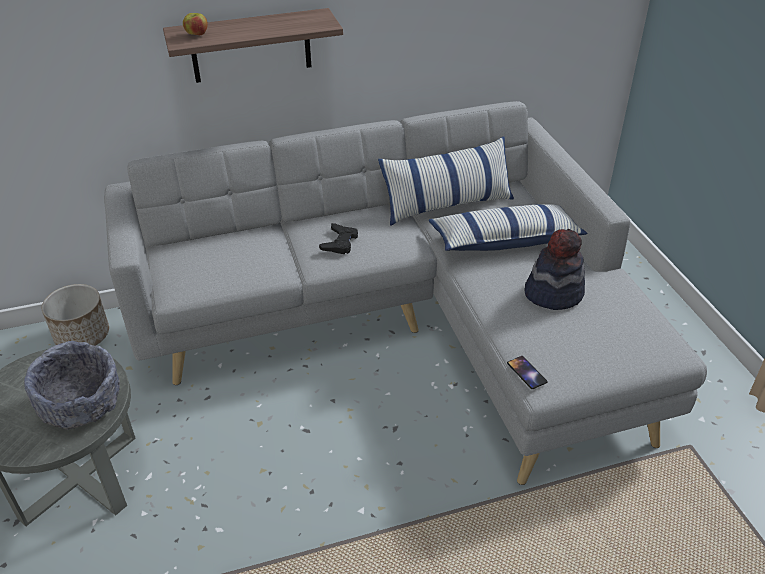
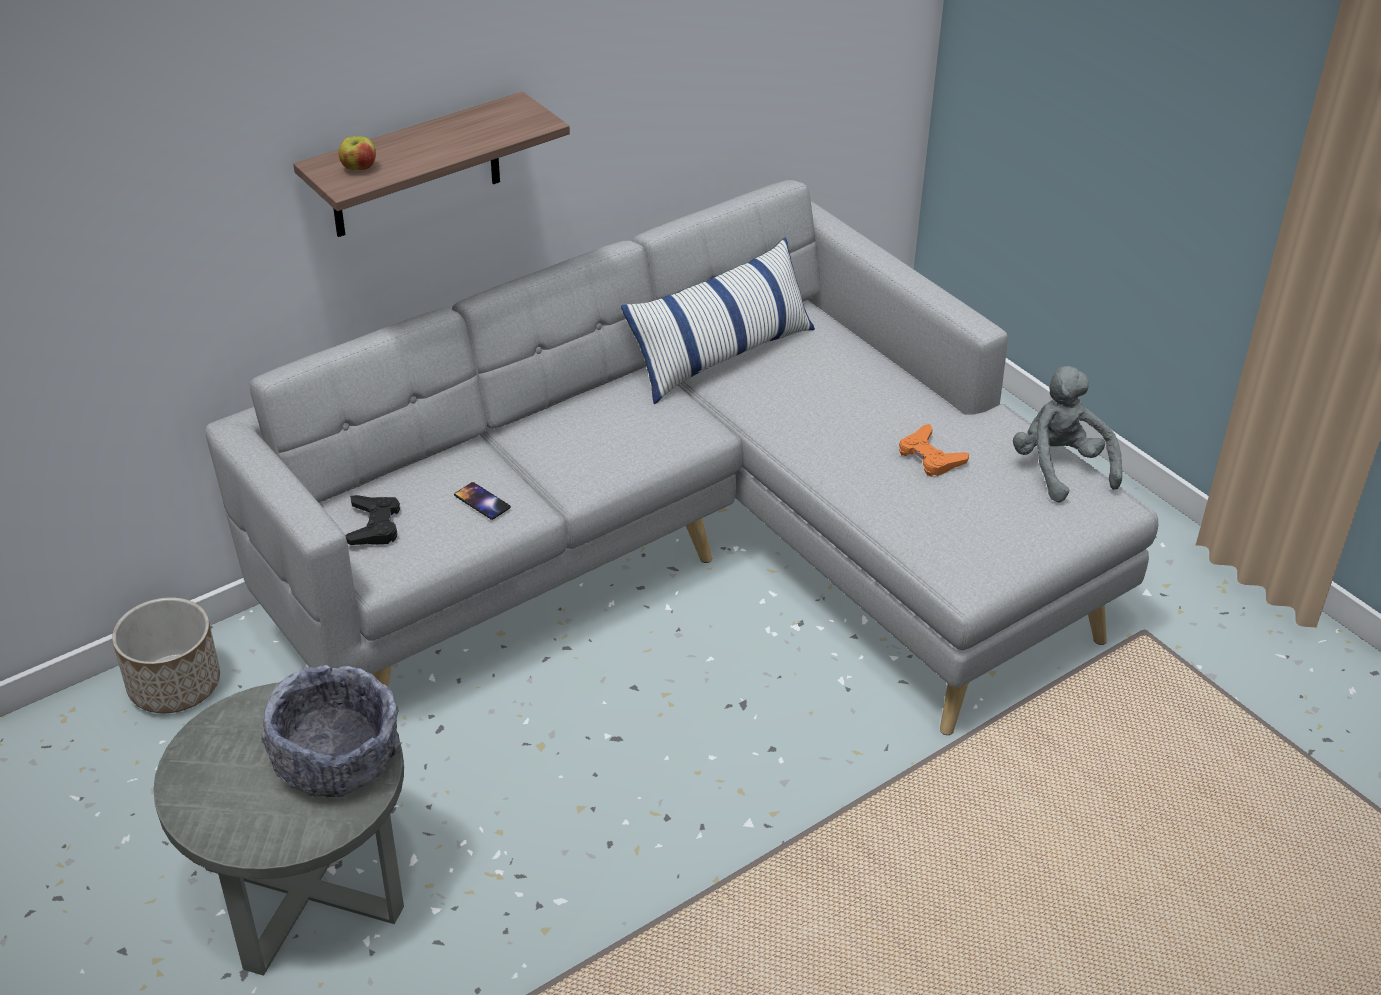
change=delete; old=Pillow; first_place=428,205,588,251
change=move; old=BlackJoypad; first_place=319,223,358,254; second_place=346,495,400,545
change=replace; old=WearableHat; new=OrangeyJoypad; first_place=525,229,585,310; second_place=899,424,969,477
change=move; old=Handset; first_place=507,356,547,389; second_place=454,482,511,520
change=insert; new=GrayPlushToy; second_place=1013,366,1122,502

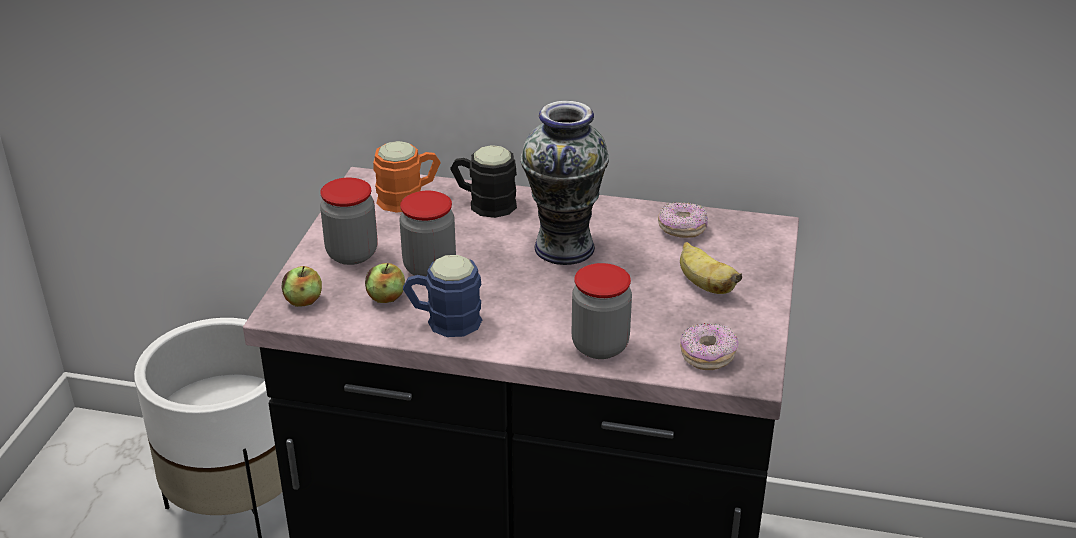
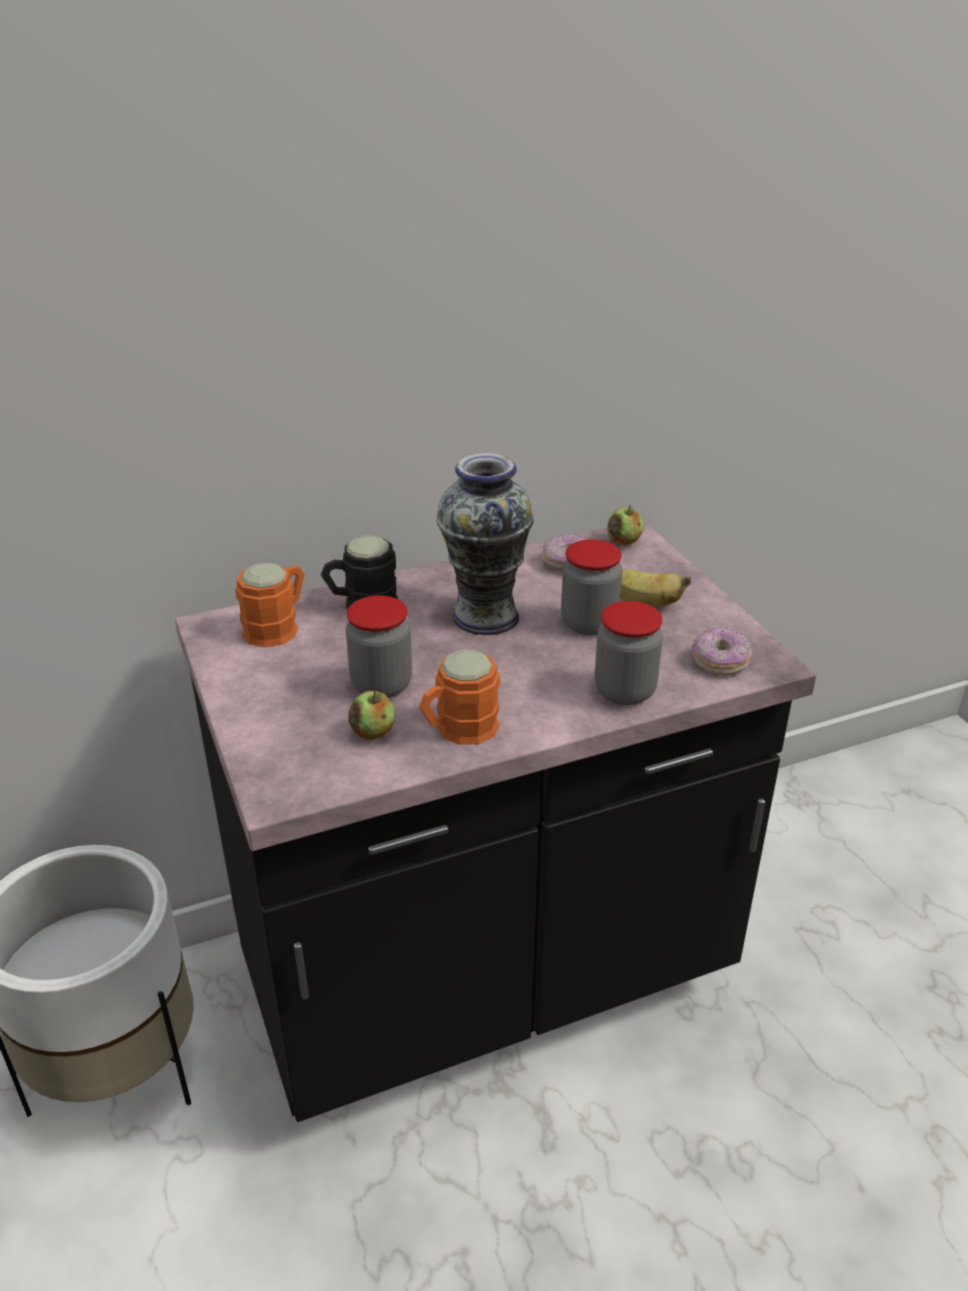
change=move; old=Jar; first_place=320,178,378,265; second_place=561,539,622,635
change=recolor; old=BluishMug; new=OrangeyMug; first_place=403,255,482,337; second_place=419,650,500,745
change=move; old=WholeApple; first_place=282,266,322,307; second_place=607,505,644,545

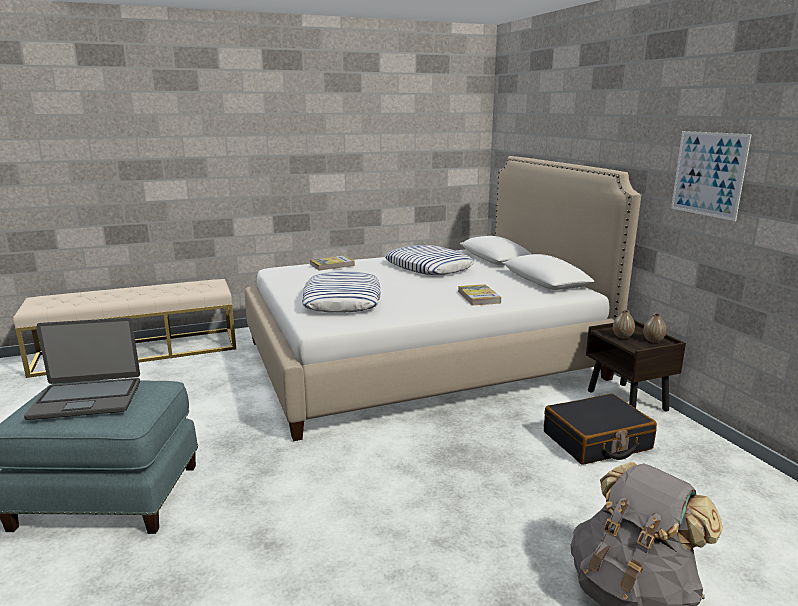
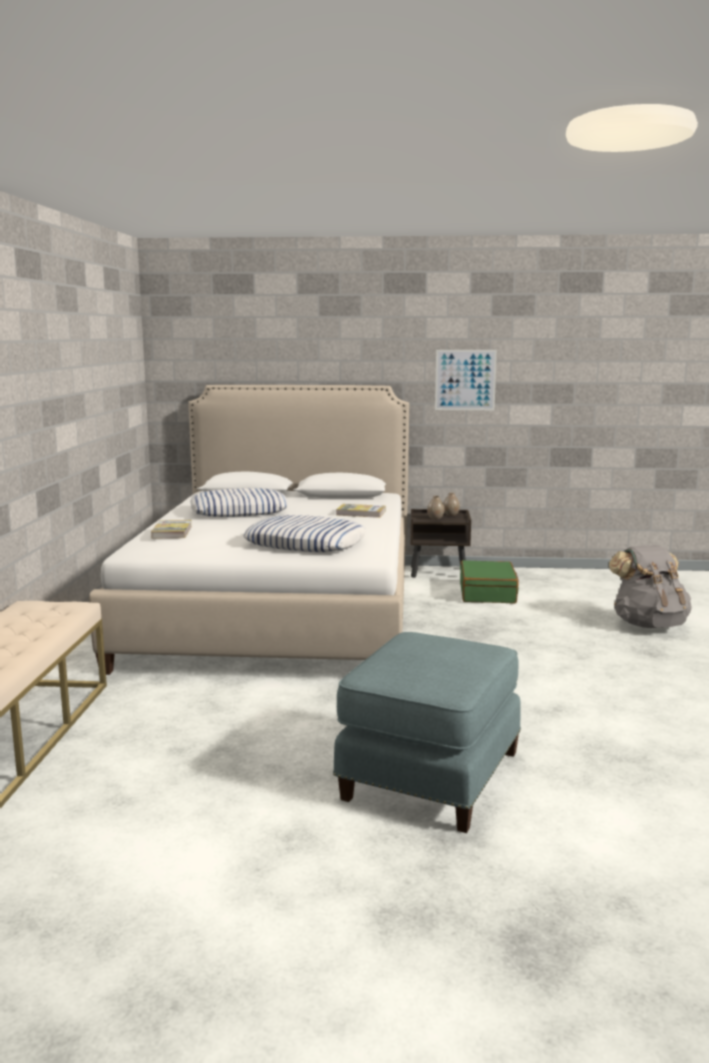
change=delete; old=PortableComputer; first_place=24,317,140,420
change=recolor; old=BlackPieceOfLuggage; new=GreenishPieceOfLuggage; first_place=544,394,657,465; second_place=460,560,519,603

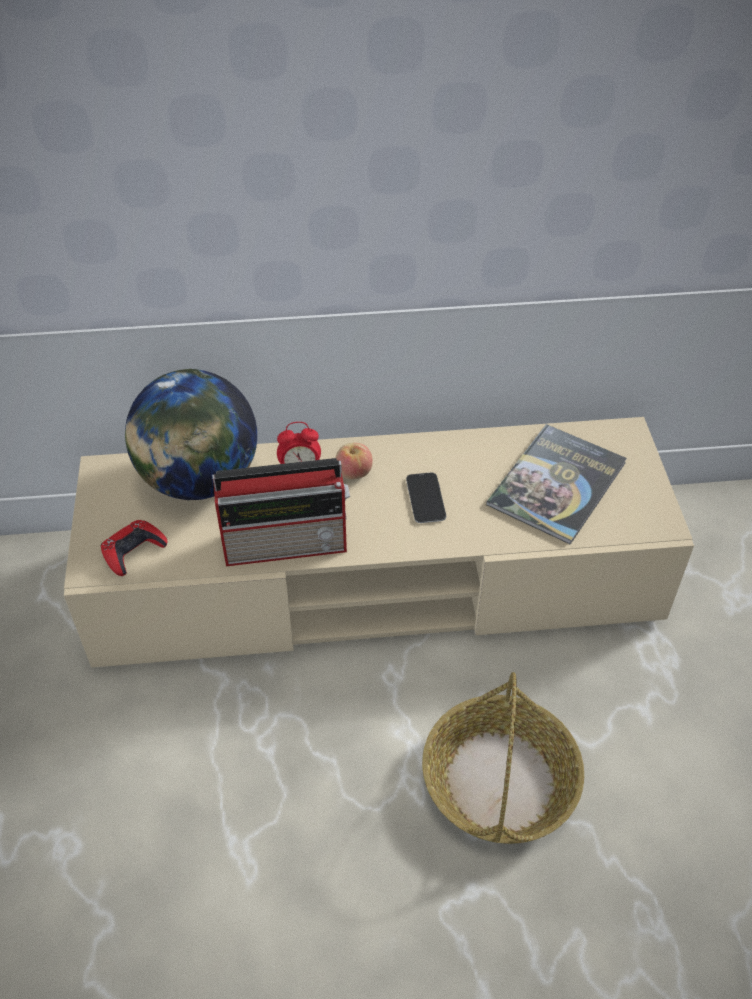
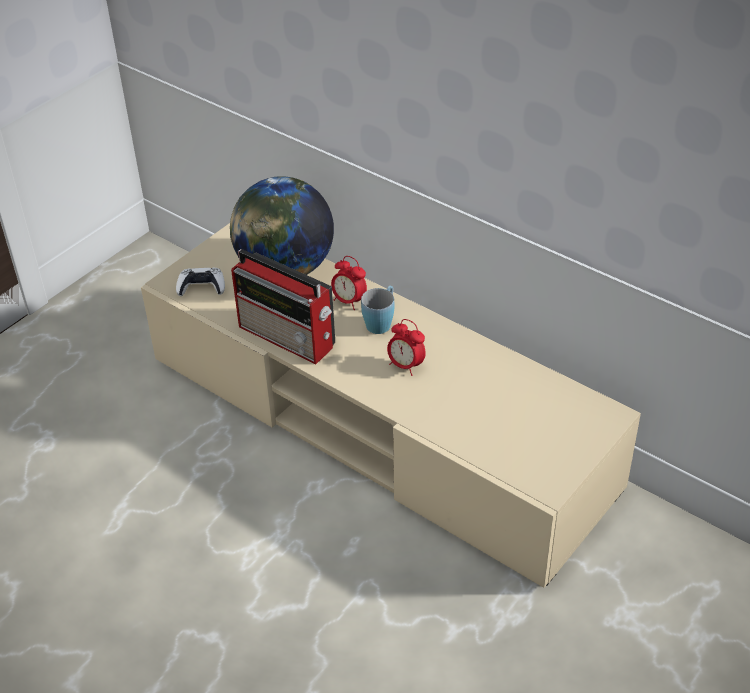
change=delete; old=Volume; first_place=486,424,627,545
change=replace; old=WholeApple; new=BluishMug; first_place=336,442,373,479; second_place=361,286,394,334
change=replace; old=Handset; new=BedsideClock; first_place=406,473,446,523; second_place=387,319,426,376
change=recolor; old=RedJoypad; new=WhiteJoypad; first_place=101,520,168,576; second_place=176,268,225,296
change=delete; old=HouseholdBasket; first_place=422,672,584,844

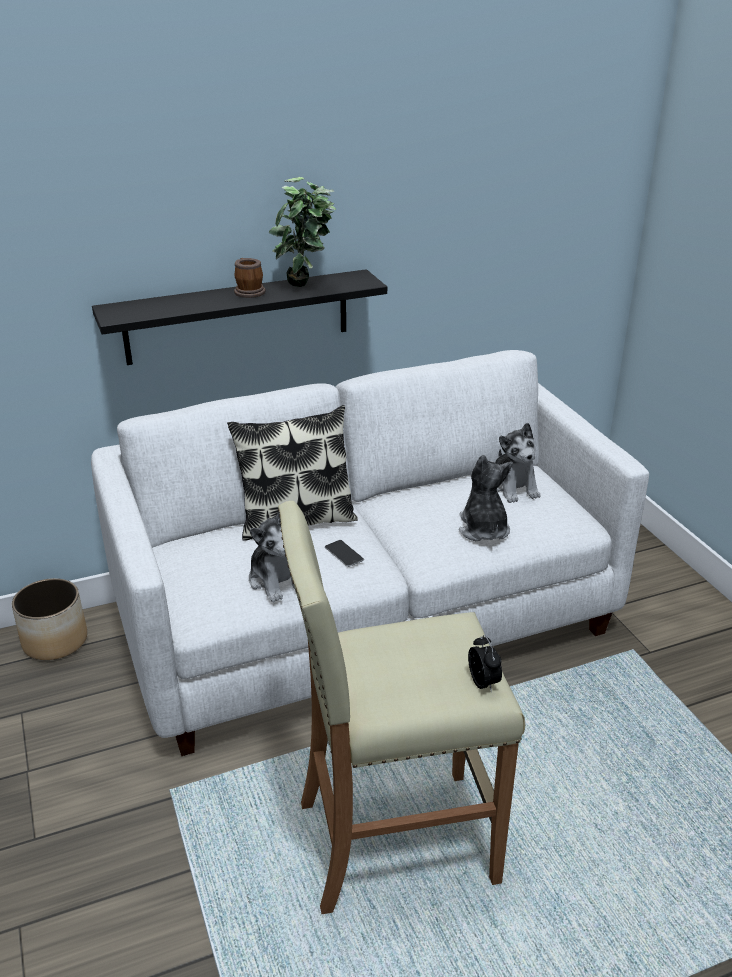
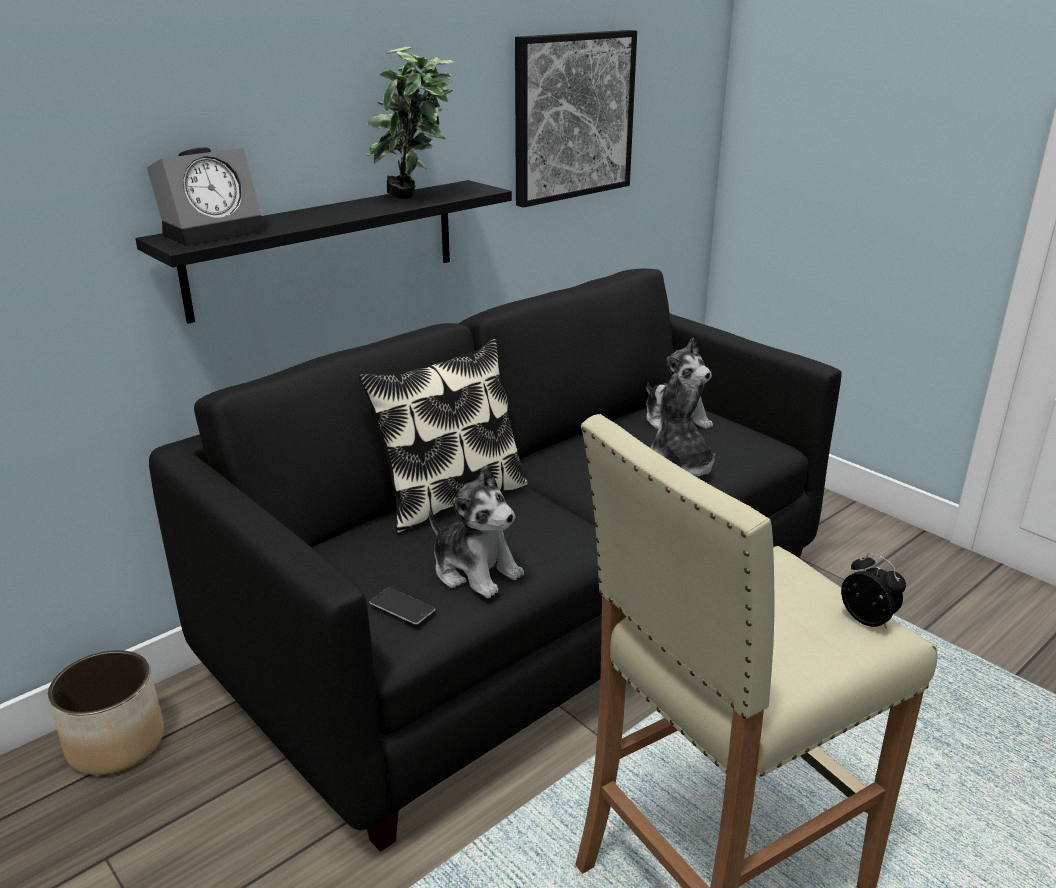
change=delete; old=Mug; first_place=234,258,265,298
change=recolor; old=WhiteCouch; new=BlackCouch; first_place=91,350,649,756; second_place=149,269,841,852
change=move; old=Handset; first_place=325,540,364,567; second_place=369,588,436,625
change=insert; new=Picture; second_place=515,30,637,208
change=insert; new=BedsideClock; second_place=147,147,265,246

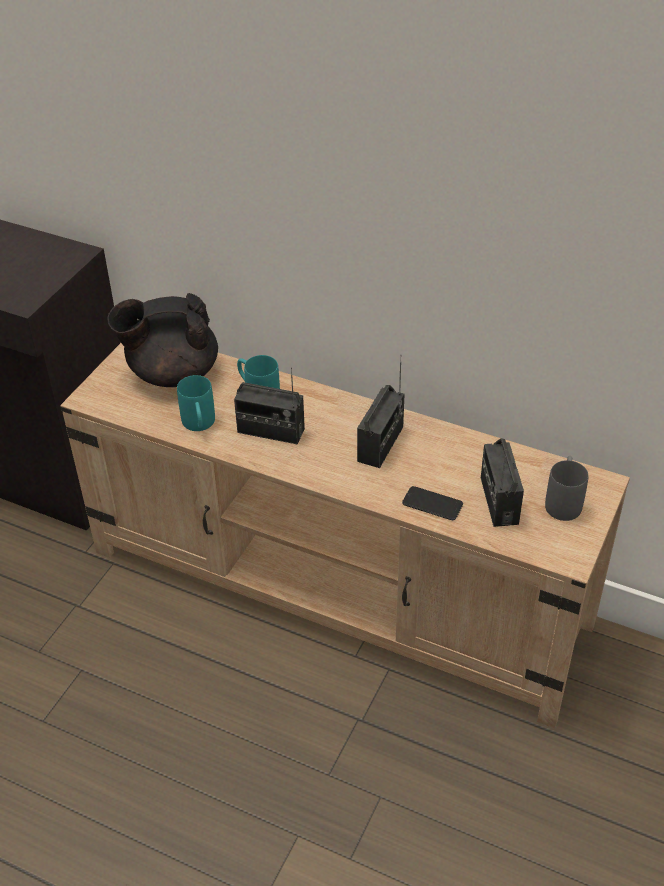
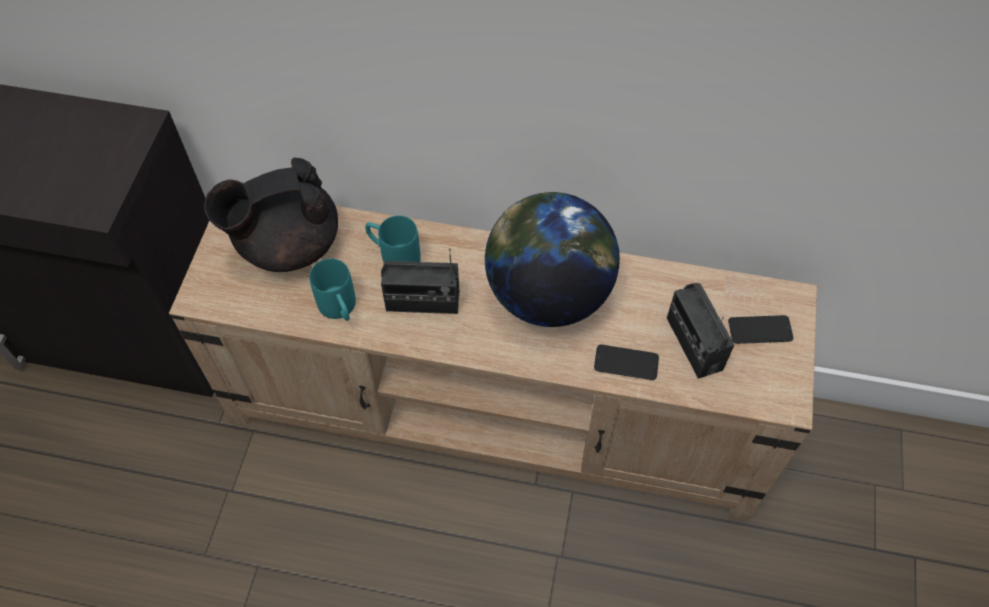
change=replace; old=RadioReceiver; new=Globe; first_place=357,355,405,468; second_place=485,192,620,327
change=replace; old=GrayMug; new=Handset; first_place=545,456,589,521; second_place=728,315,793,344

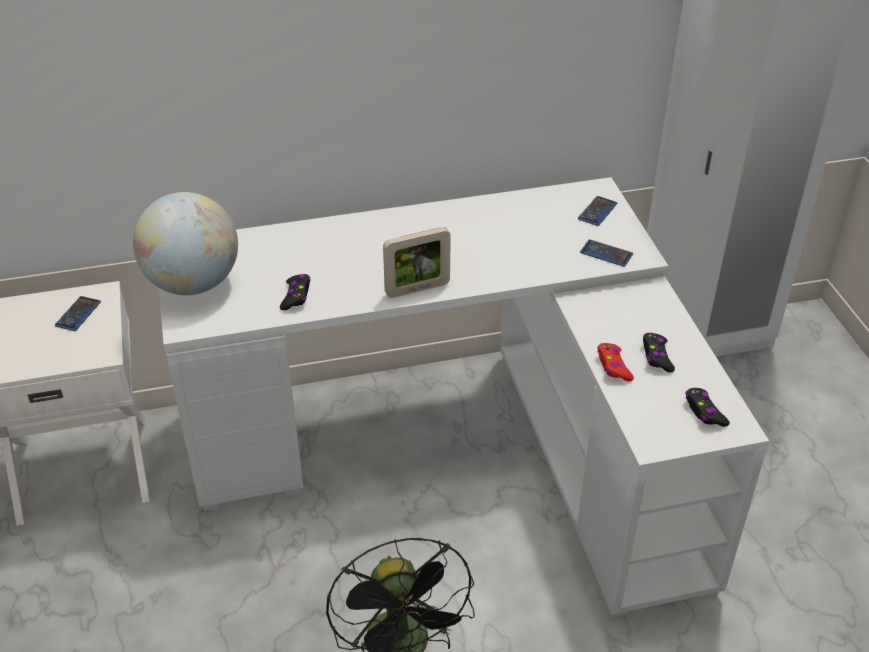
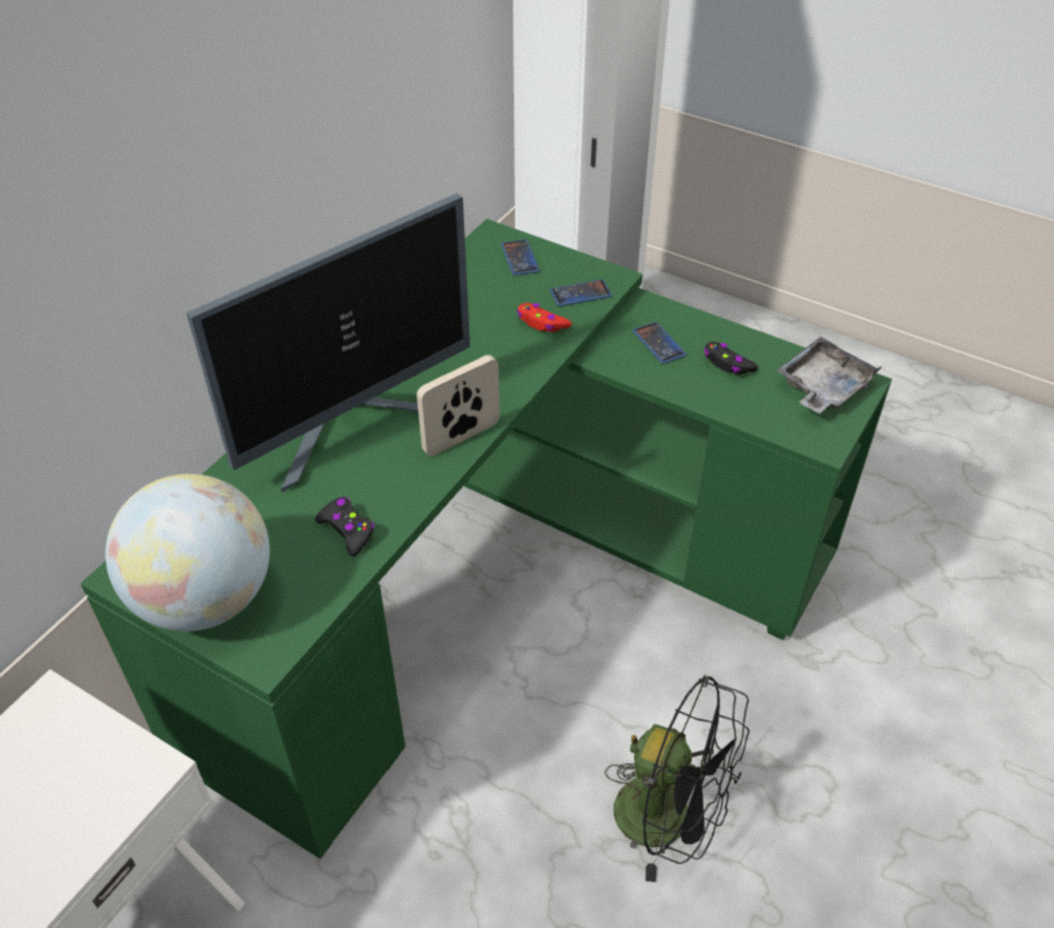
change=recolor; old=WhiteDeskUnit; new=GreenishDeskUnit; first_place=159,177,769,618; second_place=80,219,892,859
change=rotate; old=StandingFrame; first_place=383,227,451,298; second_place=417,355,500,457; degrees=-150
change=move; old=Handset; first_place=55,296,101,331; second_place=633,322,687,364
change=move; old=RedJoypad; first_place=597,343,634,381; second_place=517,303,572,332
change=replace; old=BlackJoypad; new=GrayTray; first_place=686,388,730,427; second_place=776,337,881,414
change=insert; new=ComputerScreen; second_place=187,194,470,492

